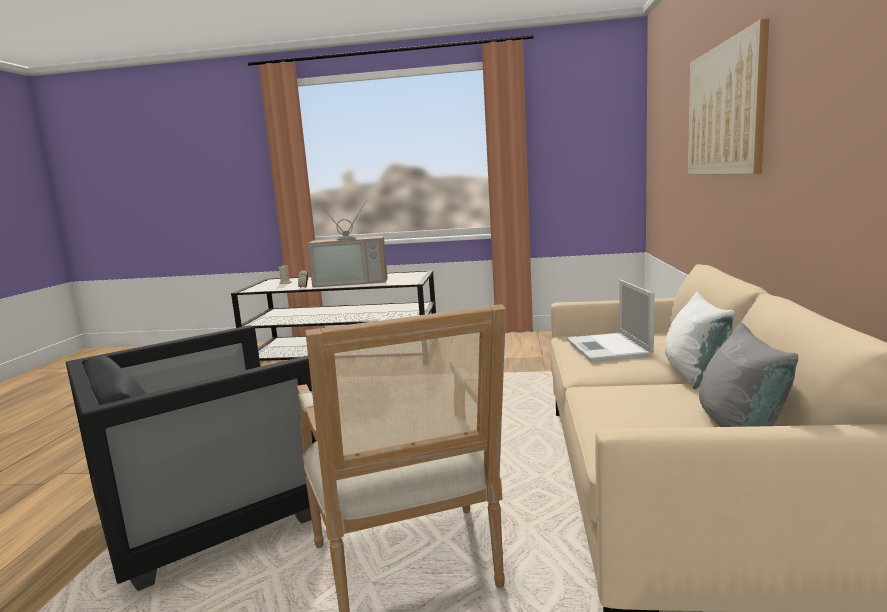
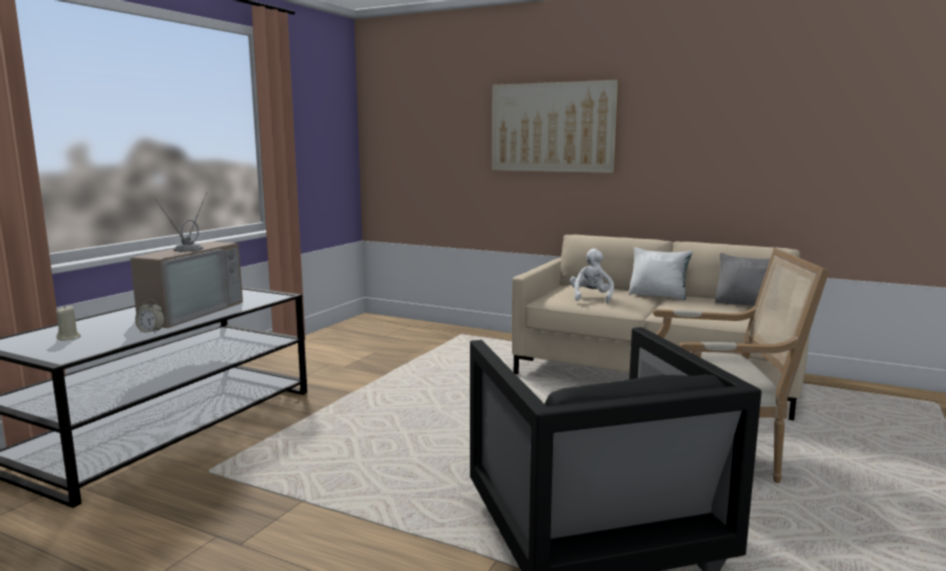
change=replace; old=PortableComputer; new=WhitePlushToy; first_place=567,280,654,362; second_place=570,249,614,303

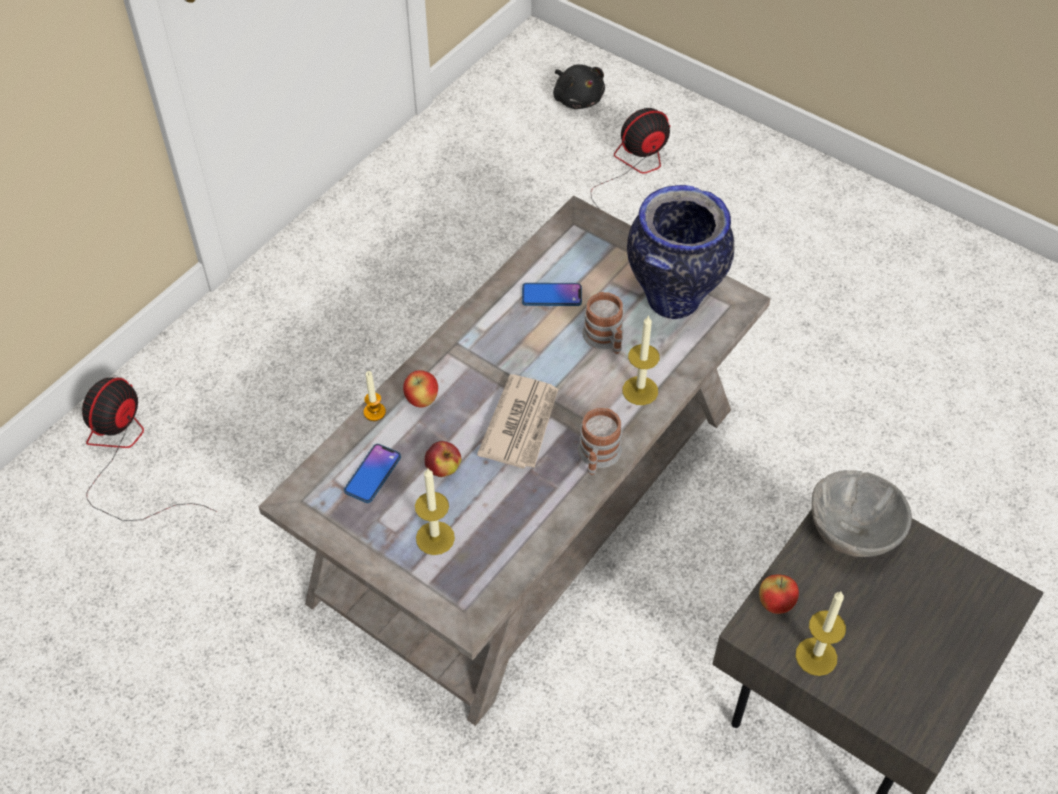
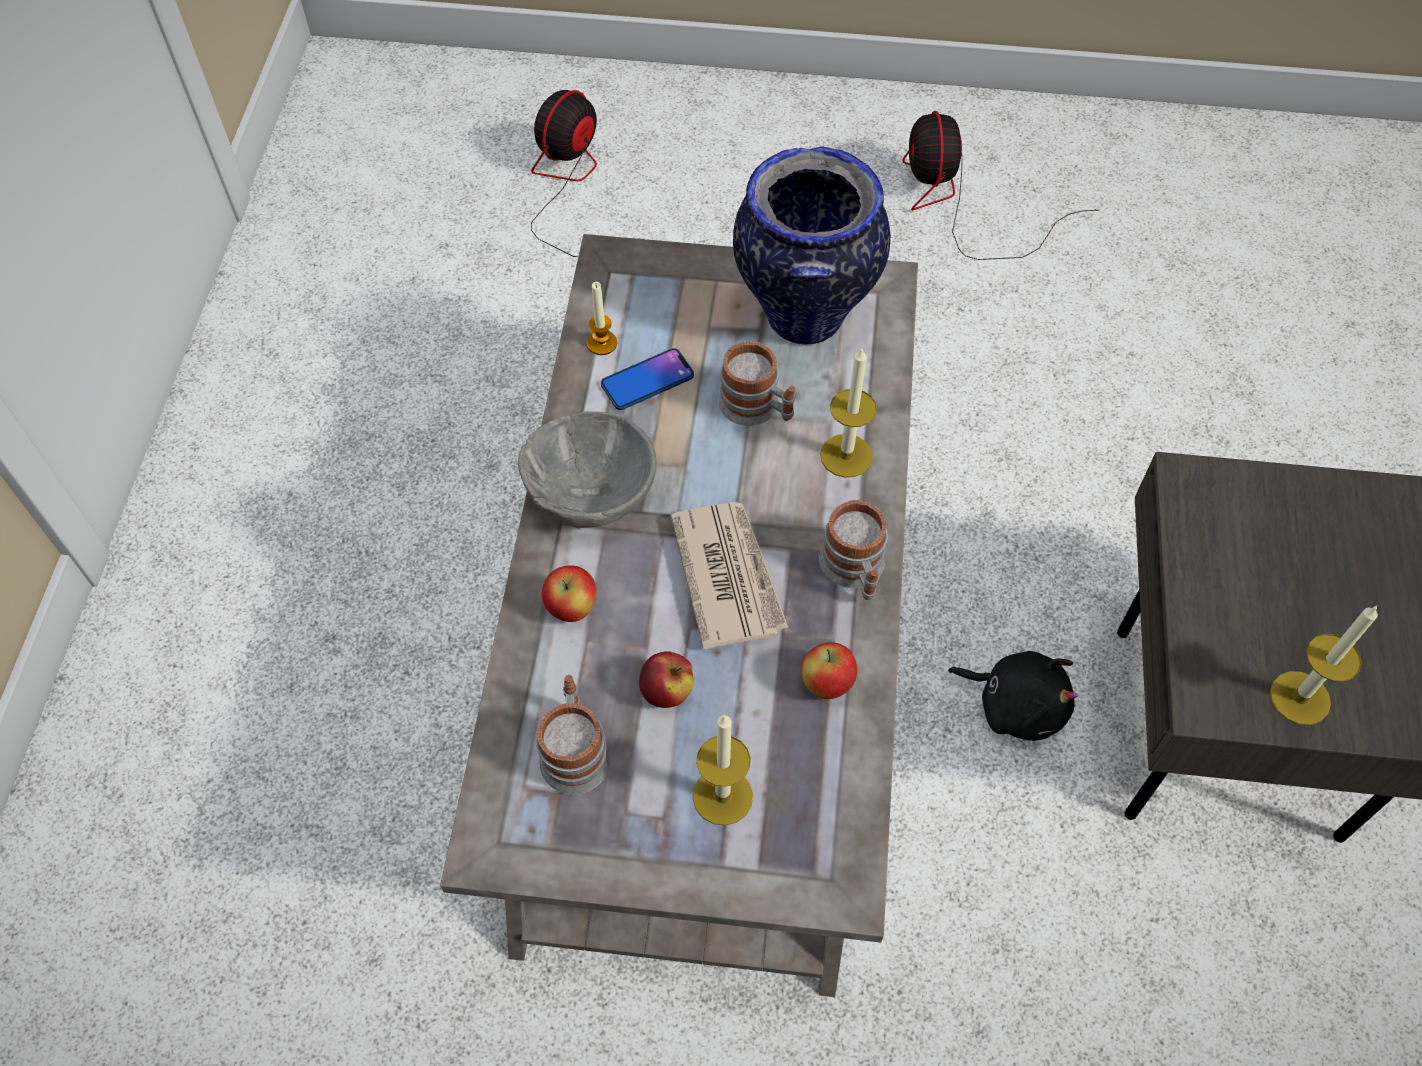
change=move; old=BlackPlushToy; first_place=553,64,605,109; second_place=948,651,1078,741
change=move; old=WaxCandle; first_place=364,371,386,421; second_place=587,282,617,355
change=move; old=Fan; first_place=82,377,215,521; second_place=902,111,1100,260
change=replace; old=Handset; new=Mug; first_place=344,444,401,503; second_place=536,675,610,794
change=move; old=GrayServingBowl; first_place=812,470,912,557; second_place=518,411,657,529
change=move; old=WholeApple; first_place=759,574,799,614; second_place=801,642,857,699

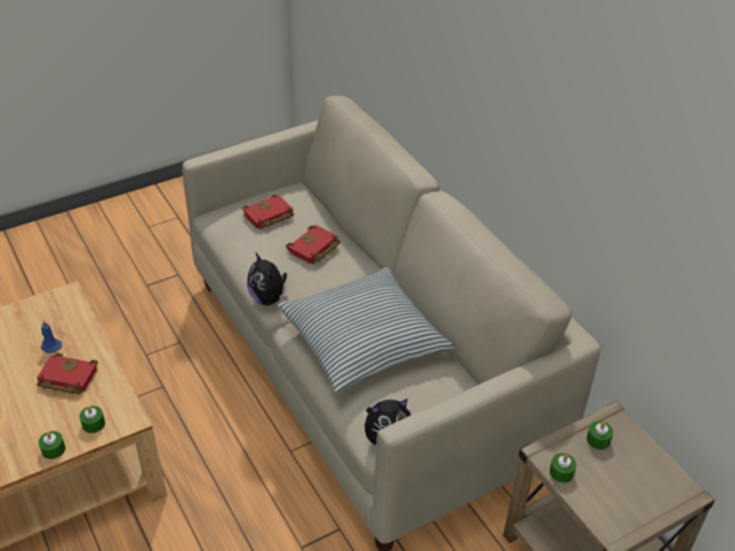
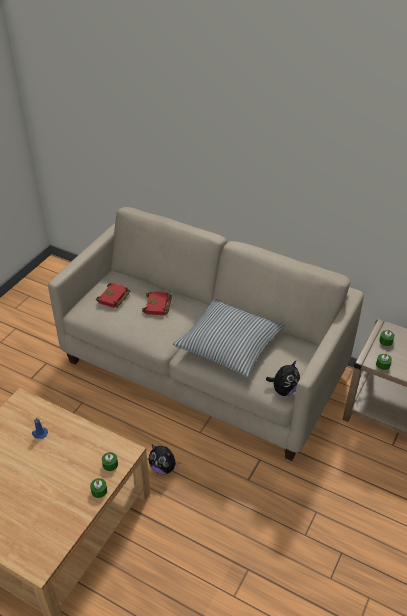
change=move; old=PlushToy; first_place=247,253,288,305; second_place=149,445,181,474
change=delete; old=RedVolume; first_place=37,353,98,394

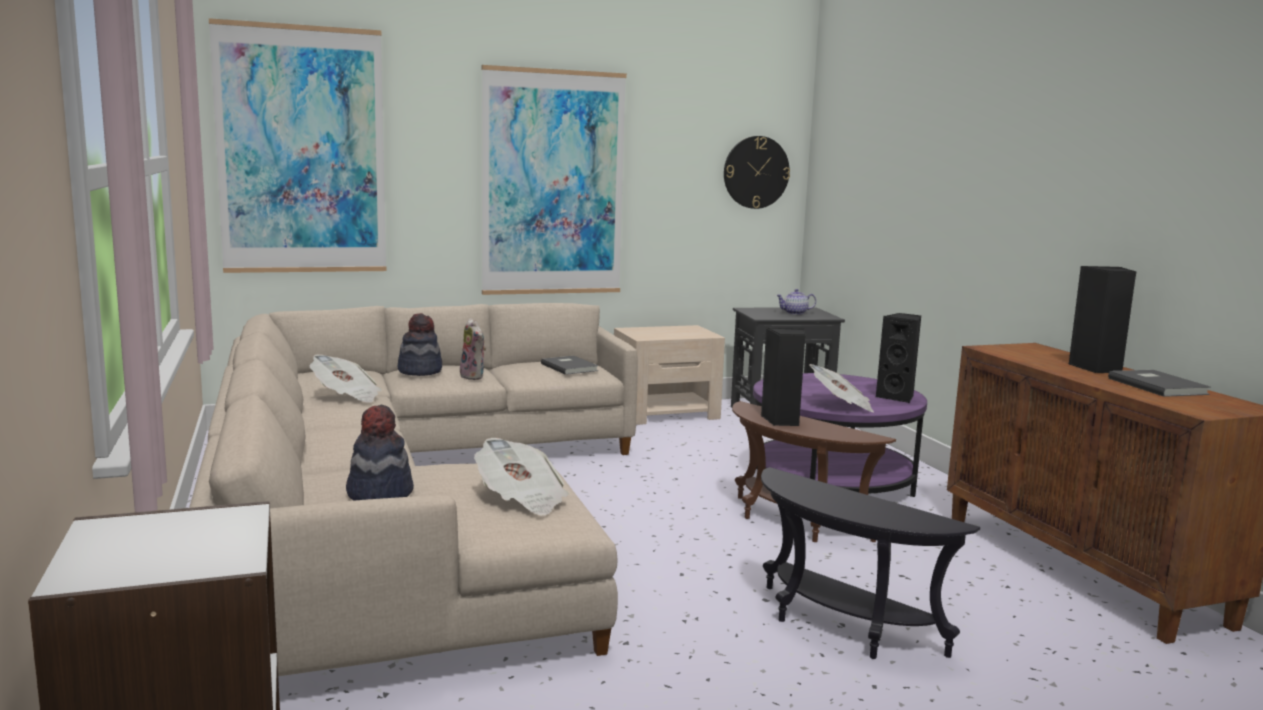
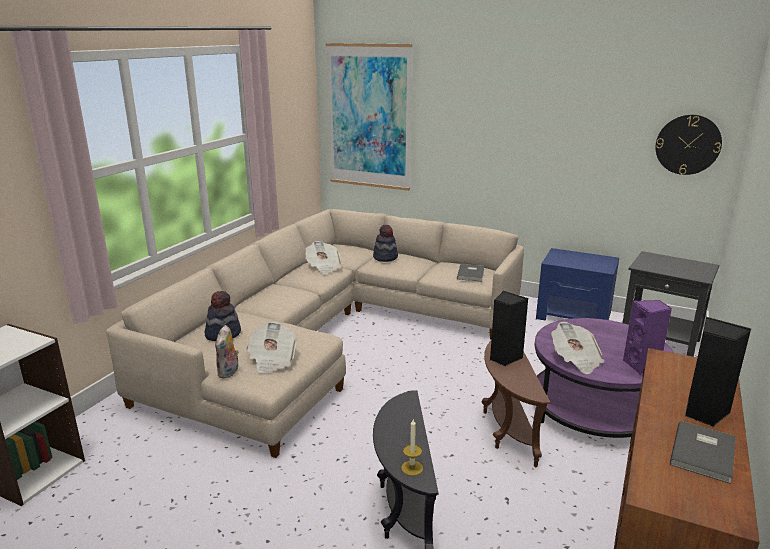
change=delete; old=Picture; first_place=482,65,627,295
change=delete; old=TeaPot; first_place=776,289,816,315
change=recolor; old=BlackSpeaker; new=PurpleColouredSpeaker; first_place=876,313,921,403; second_place=623,300,672,375
change=move; old=PlushToy; first_place=460,318,486,380; second_place=215,325,239,379
change=recolor; old=SandColouredBedsideTable; new=BluishBedsideTable; first_place=614,325,725,425; second_place=536,248,619,320
change=insert; new=WaxCandle; second_place=401,419,423,476

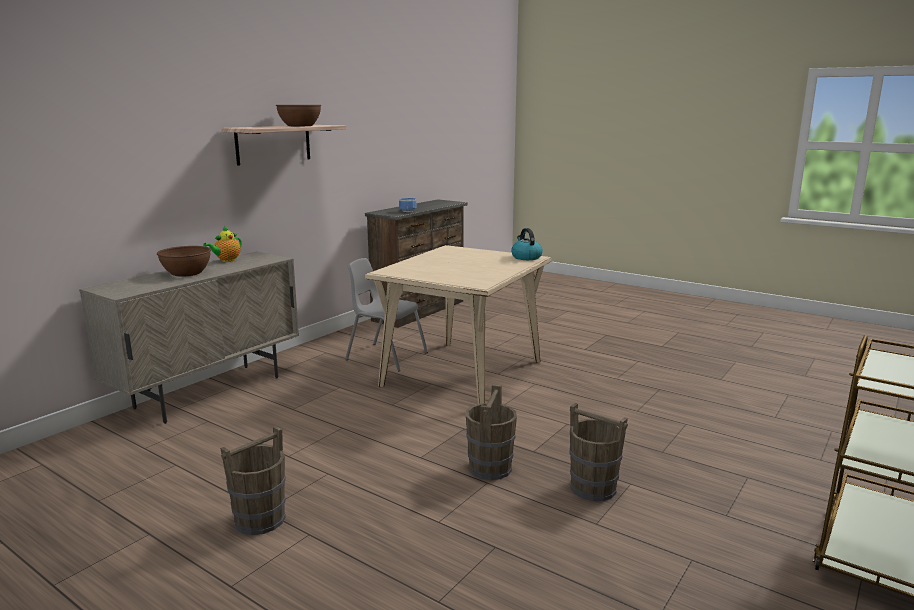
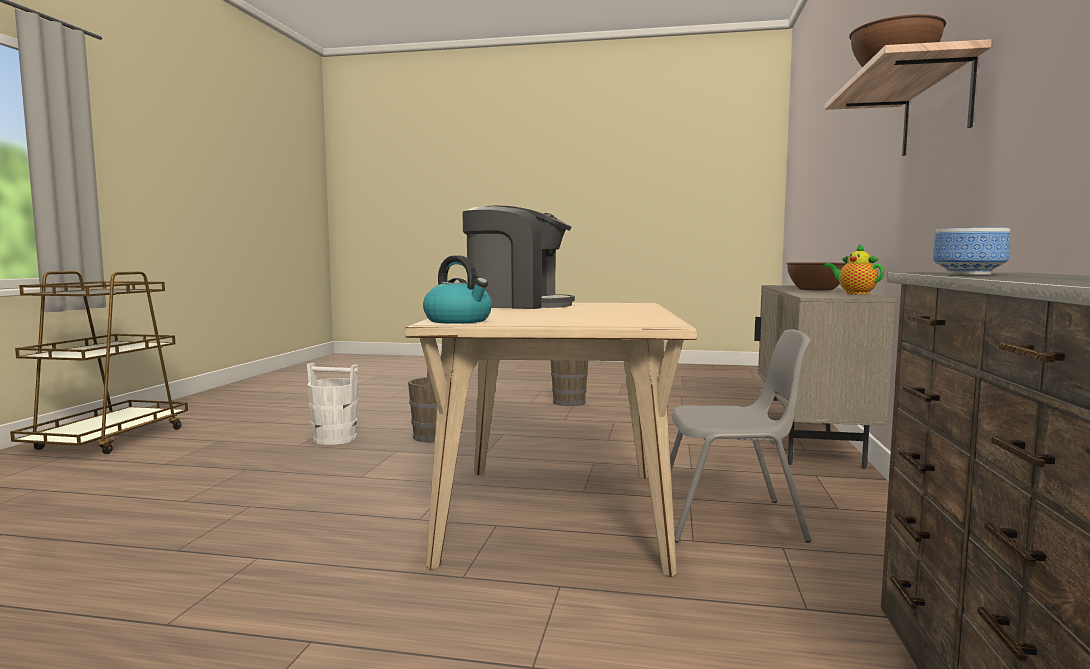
change=rotate; old=TeaPot; first_place=203,225,242,262; second_place=824,244,884,294; degrees=-45
change=recolor; old=BrownColouredPail; new=WhitePail; first_place=569,403,628,501; second_place=307,363,358,445
change=insert; new=CoffeeMachine; second_place=462,206,575,309

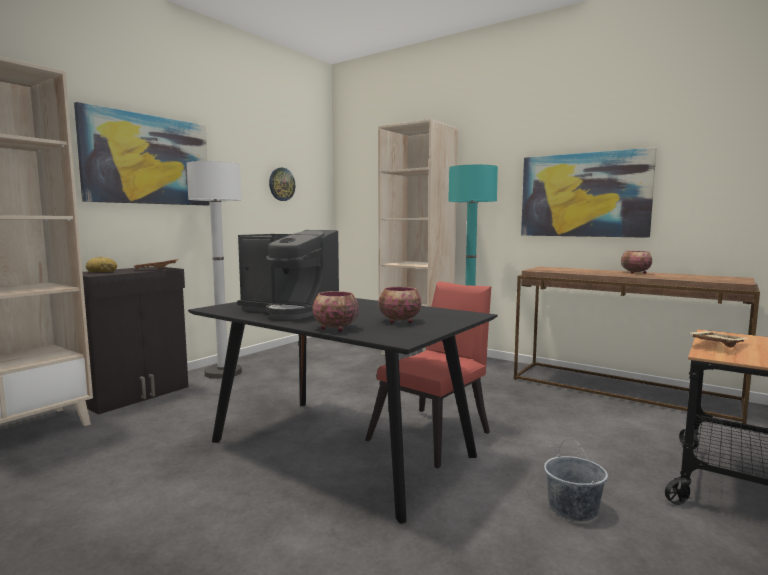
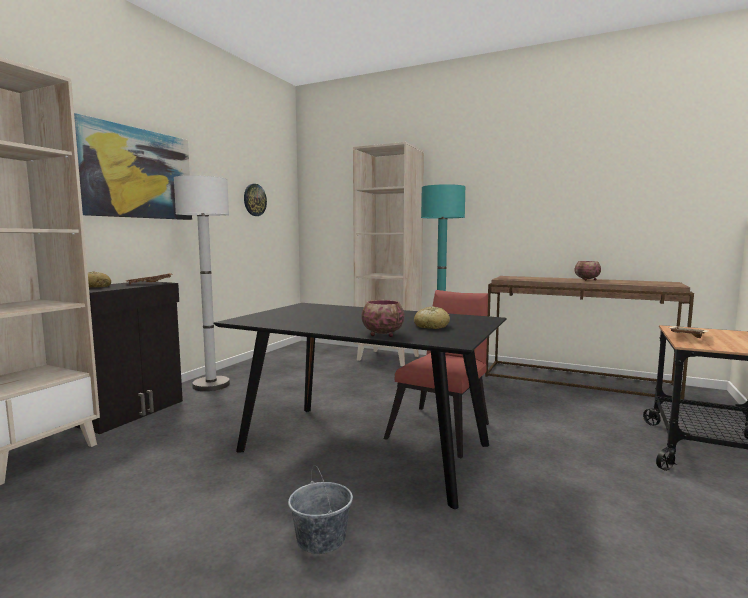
change=delete; old=Picture; first_place=521,147,656,238
change=delete; old=CoffeeMachine; first_place=237,230,339,320
change=replace; old=ServingBowl; new=BakedBread; first_place=378,287,421,323; second_place=414,306,450,329
change=move; old=GrayPail; first_place=544,439,608,521; second_place=288,465,353,554

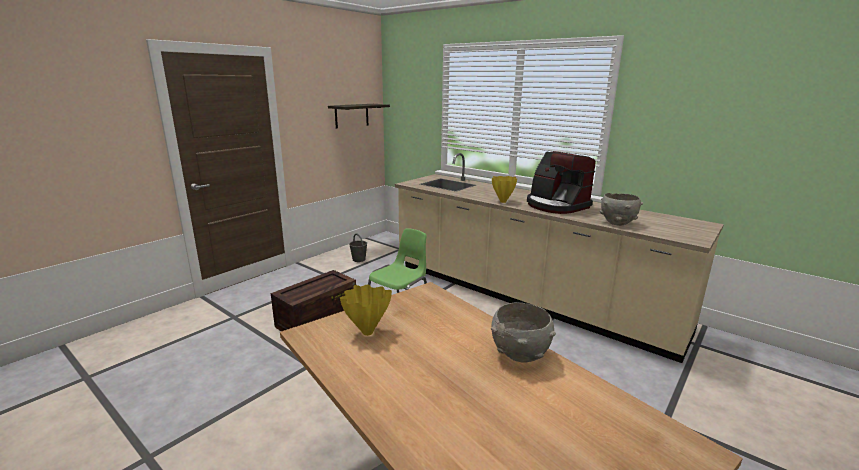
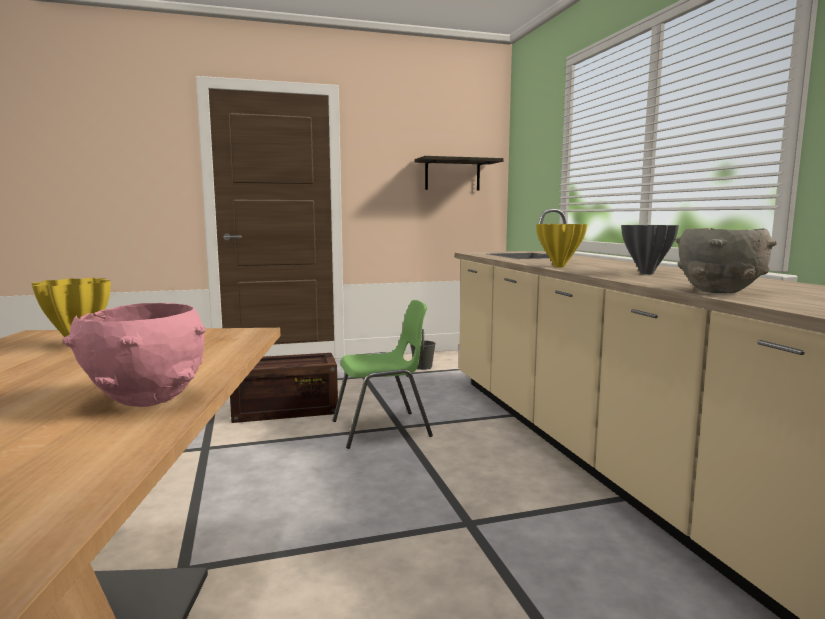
change=replace; old=CoffeeMachine; new=GrayFlowerVase; first_place=527,151,596,214; second_place=621,225,679,275
change=recolor; old=GrayServingBowl; new=PinkishServingBowl; first_place=491,302,556,362; second_place=62,303,206,407

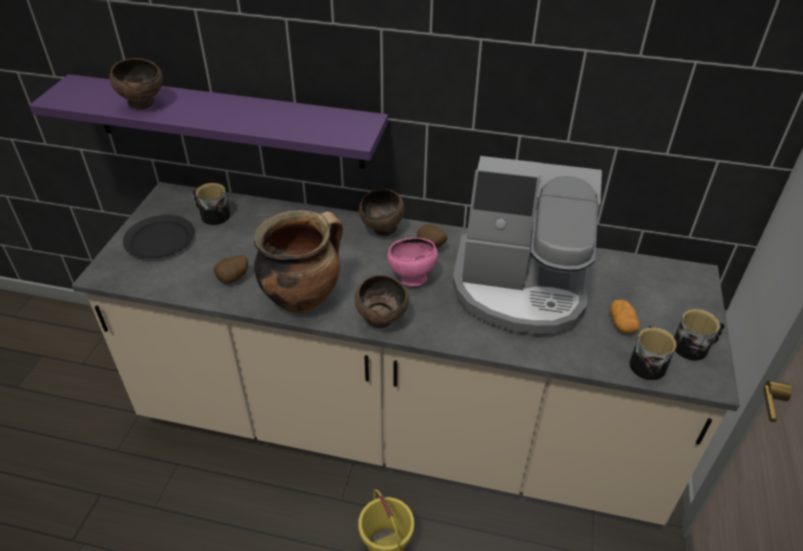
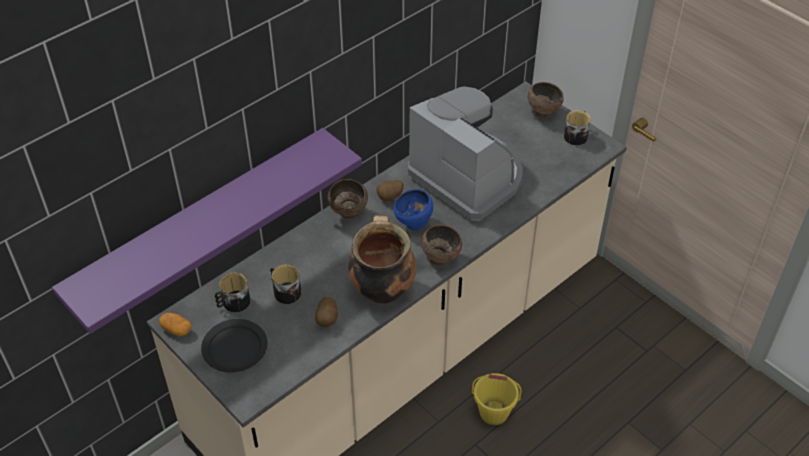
change=move; old=BrownColouredServingBowl; first_place=109,58,163,110; second_place=528,82,564,119
change=rotate; old=CoffeeMachine; first_place=452,156,602,335; second_place=408,86,523,221; degrees=-90
change=recolor; old=PinkishServingBowl; new=BluishServingBowl; first_place=387,238,438,286; second_place=394,189,433,231
change=move; old=Potato; first_place=610,299,640,333; second_place=159,313,192,336
change=move; old=Mug; first_place=629,326,677,380; second_place=270,264,301,304

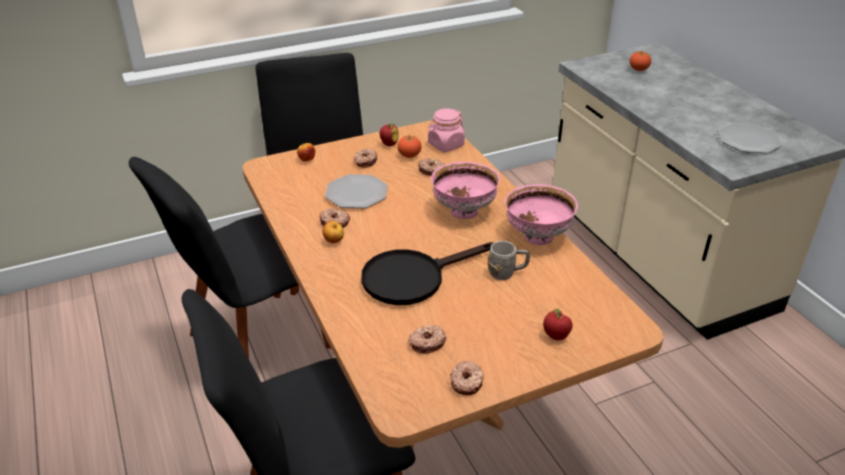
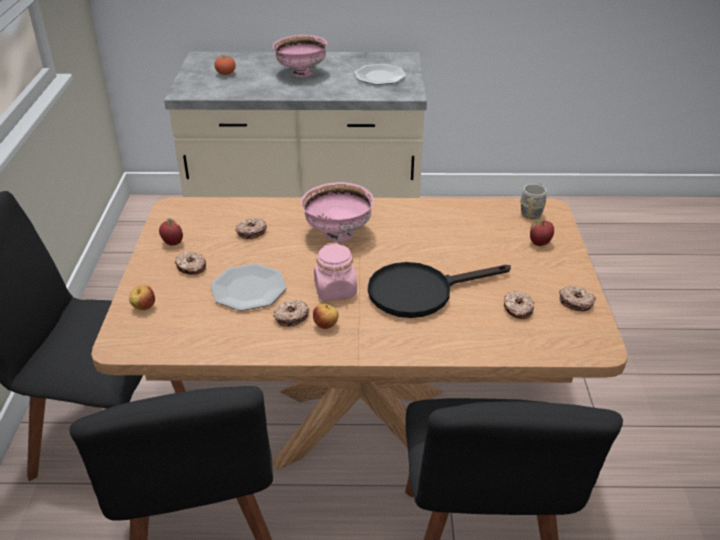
change=move; old=PinkishJar; first_place=428,108,465,152; second_place=314,243,357,301
change=delete; old=Tomato; first_place=398,135,422,158
change=move; old=PinkishServingBowl; first_place=505,184,578,245; second_place=273,35,328,77
change=move; old=GrayMug; first_place=488,241,530,280; second_place=520,183,547,219
change=rotate; old=BlackFryingPan; first_place=361,242,494,305; second_place=368,262,511,318; degrees=75

